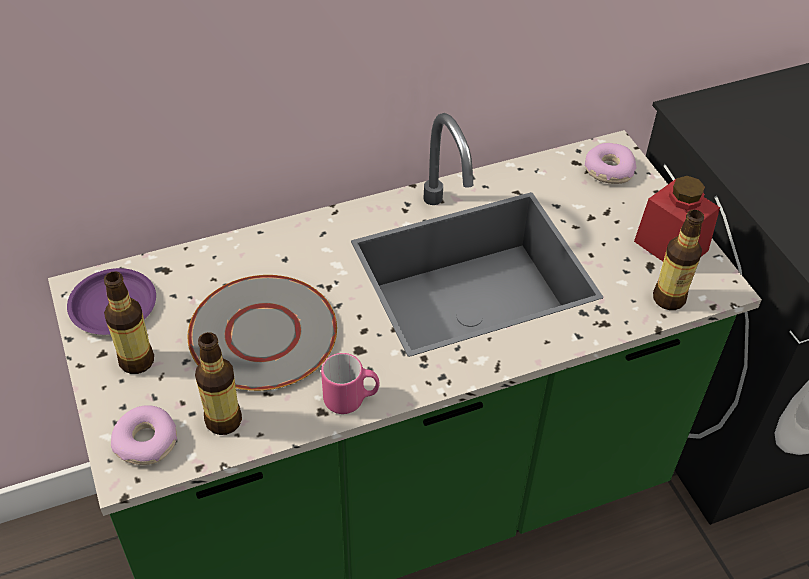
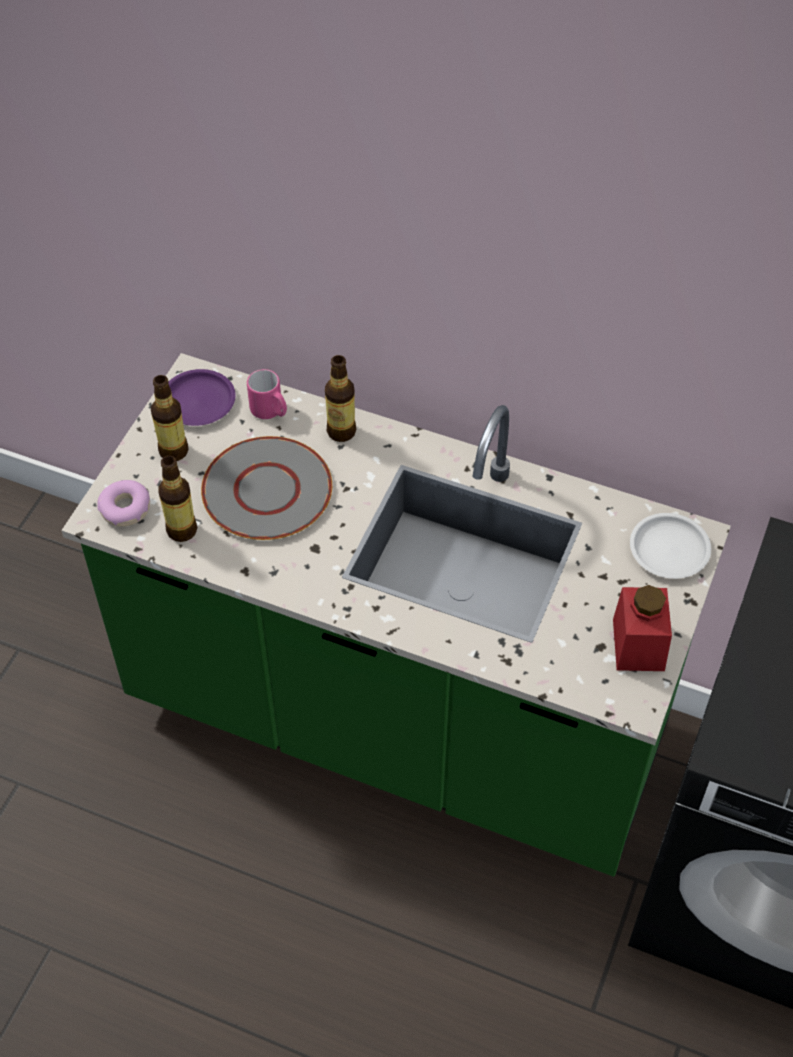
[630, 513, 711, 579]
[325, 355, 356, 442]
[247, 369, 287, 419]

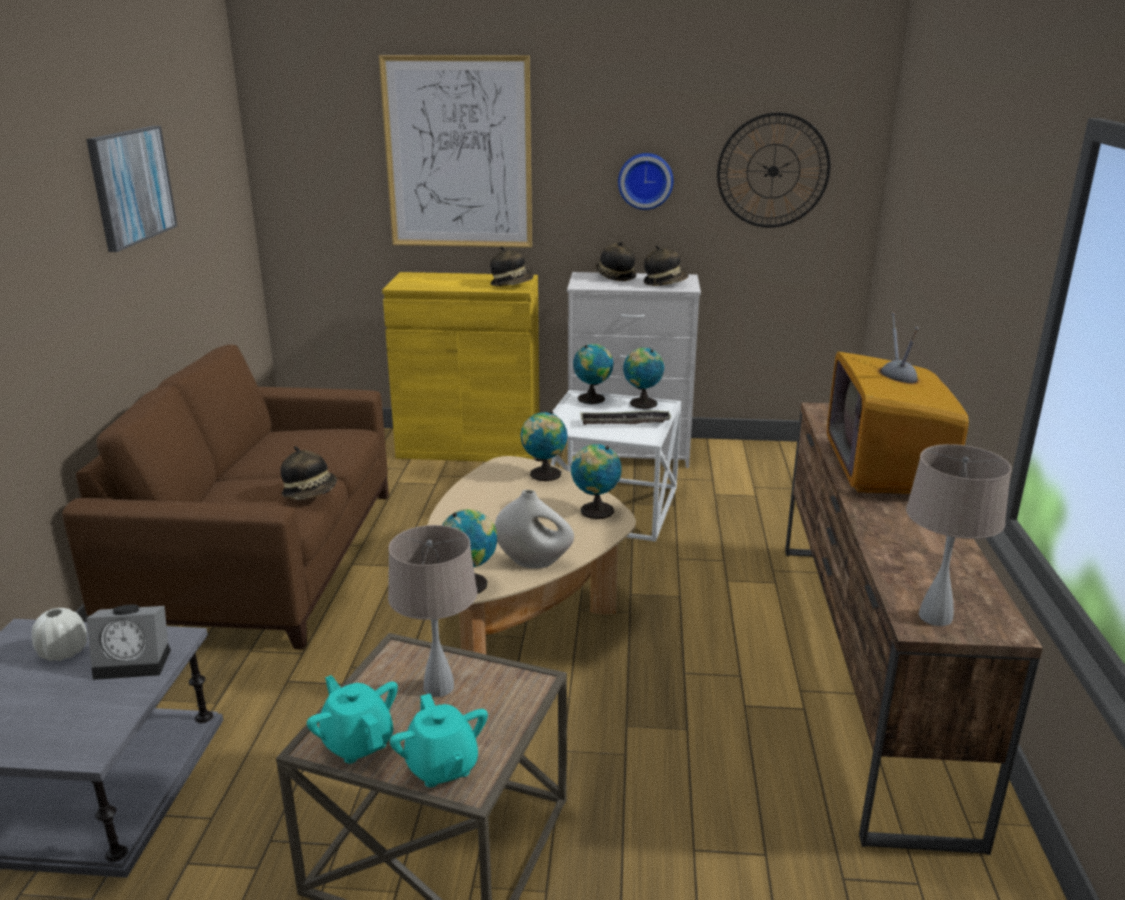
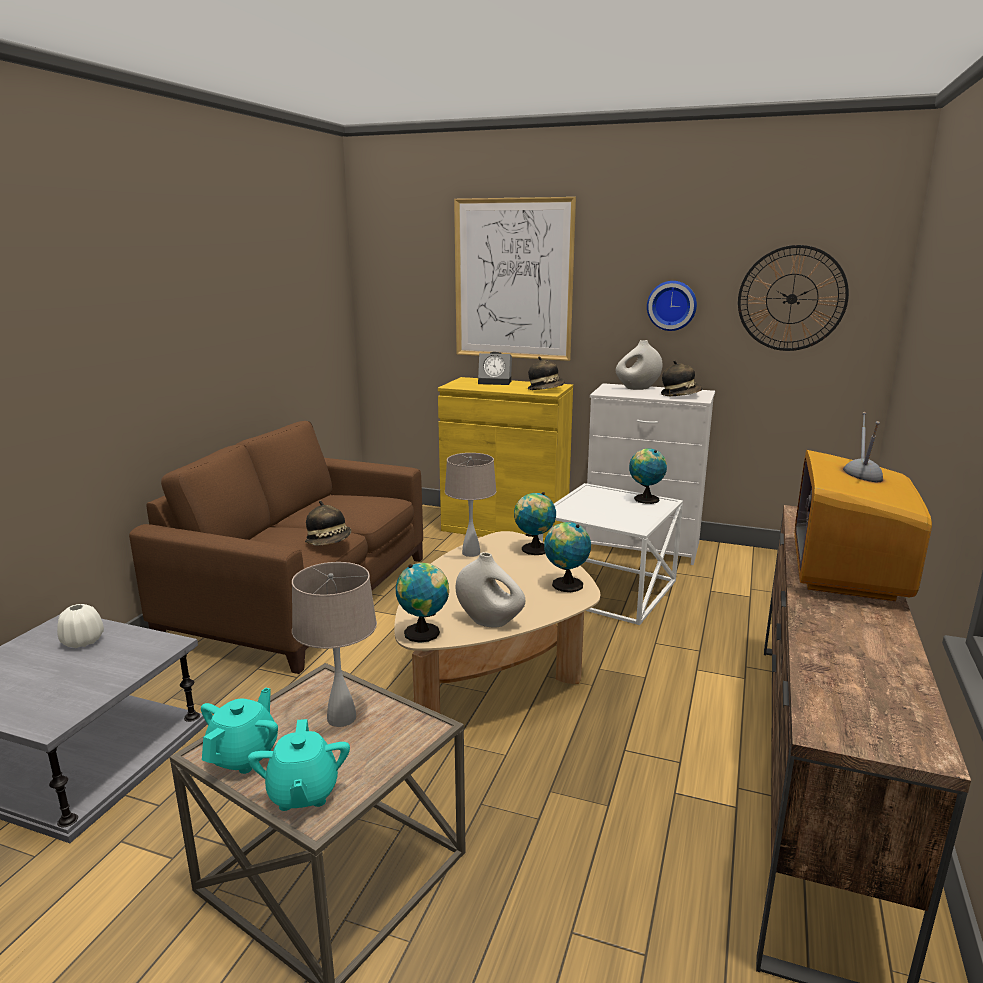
[86, 126, 177, 252] (first image)
[616, 340, 663, 390]
[573, 344, 613, 404] (first image)
[580, 410, 671, 425] (first image)
[445, 453, 497, 557]
[478, 352, 512, 385]
[201, 688, 278, 774]

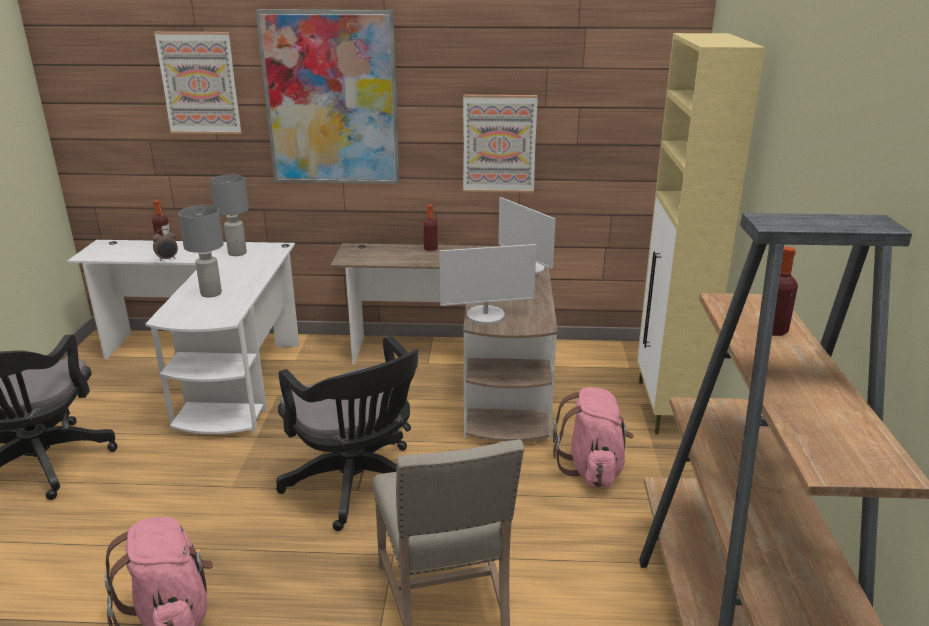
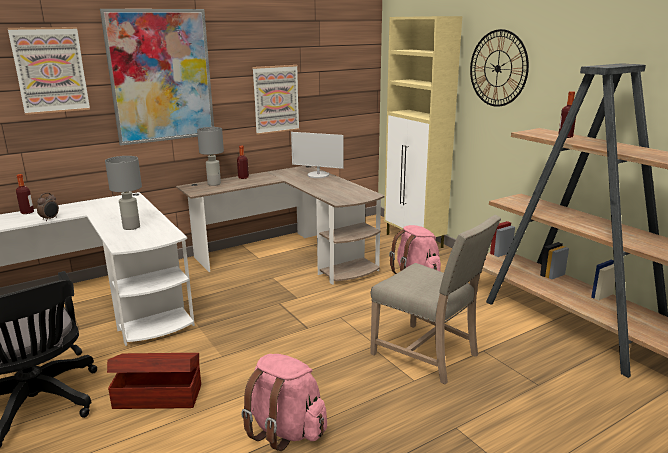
[197, 127, 224, 186]
[439, 244, 537, 324] (first image)
[276, 336, 419, 531] (first image)
[470, 29, 529, 107]
[107, 353, 201, 409]

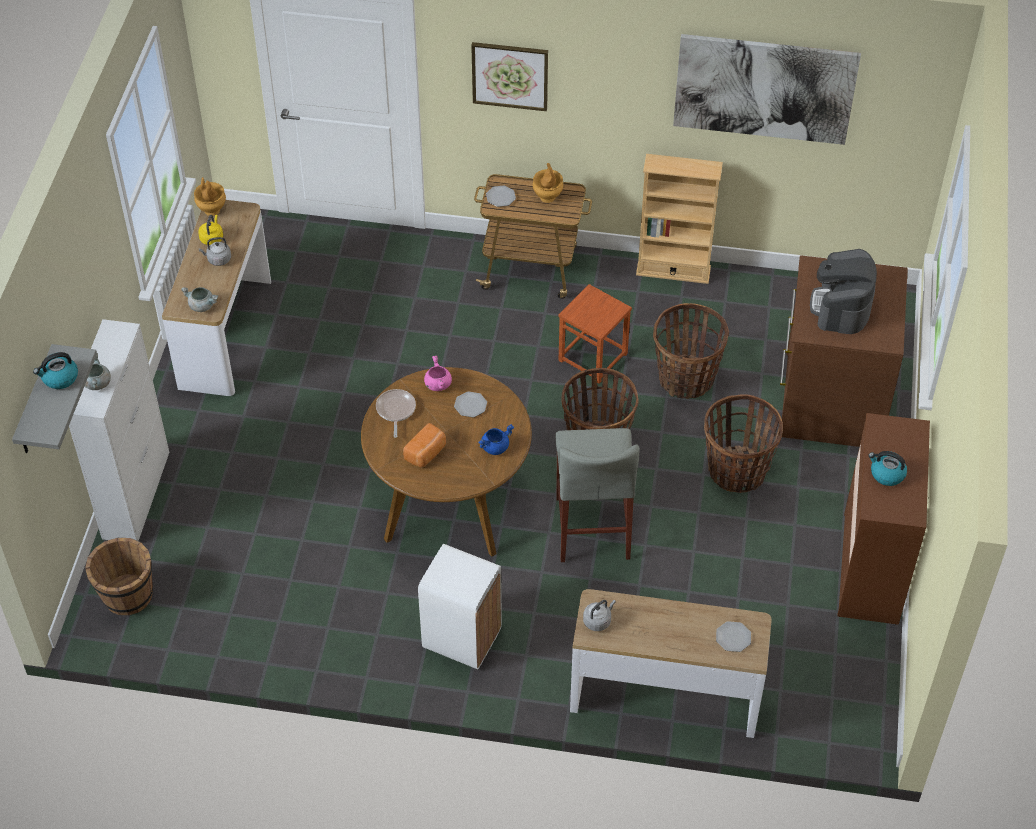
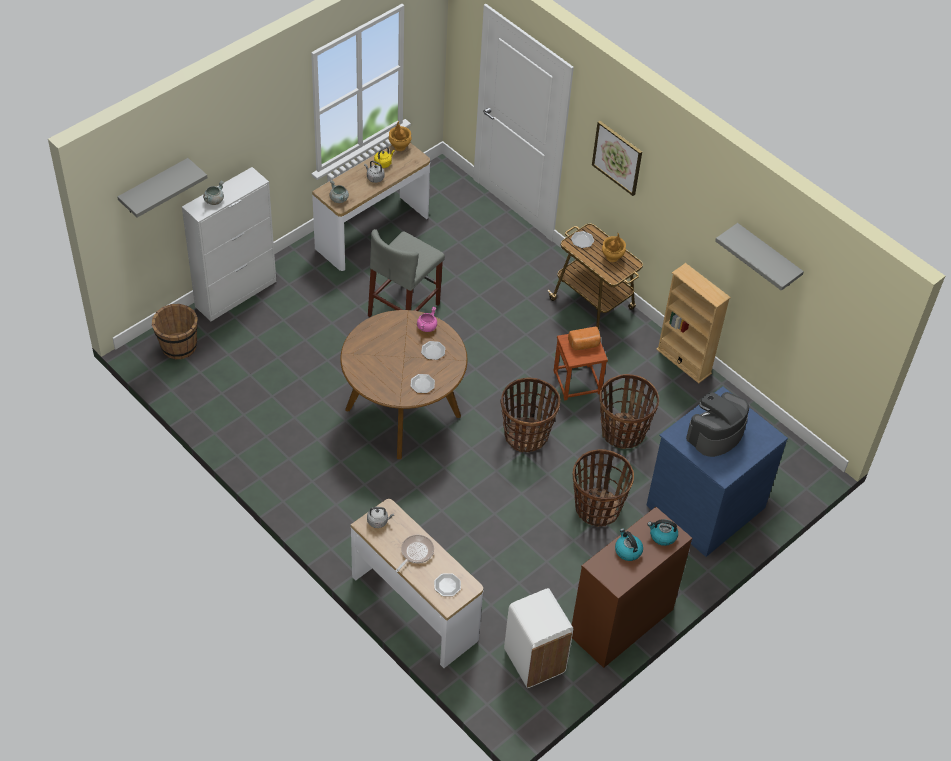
[715, 223, 804, 291]
[646, 386, 788, 557]
[647, 519, 678, 546]
[395, 535, 434, 572]
[568, 327, 601, 350]
[410, 374, 435, 393]
[368, 229, 445, 317]
[504, 588, 573, 688]

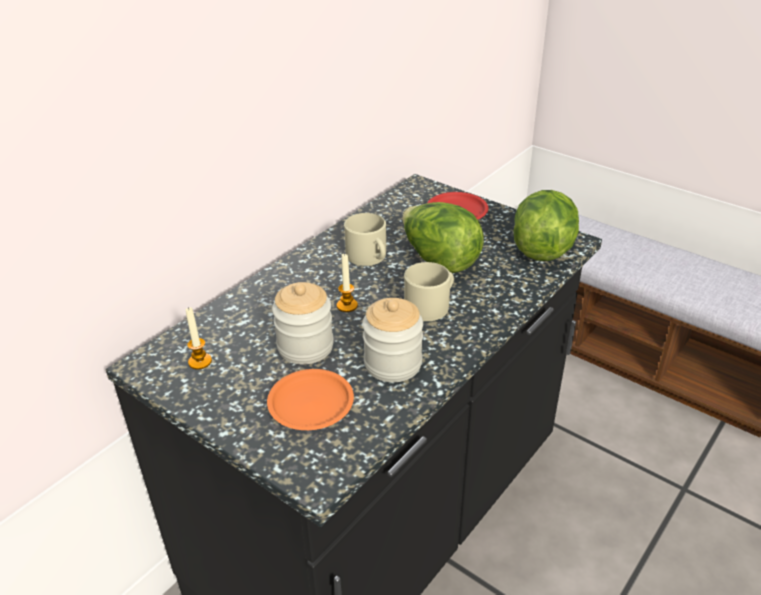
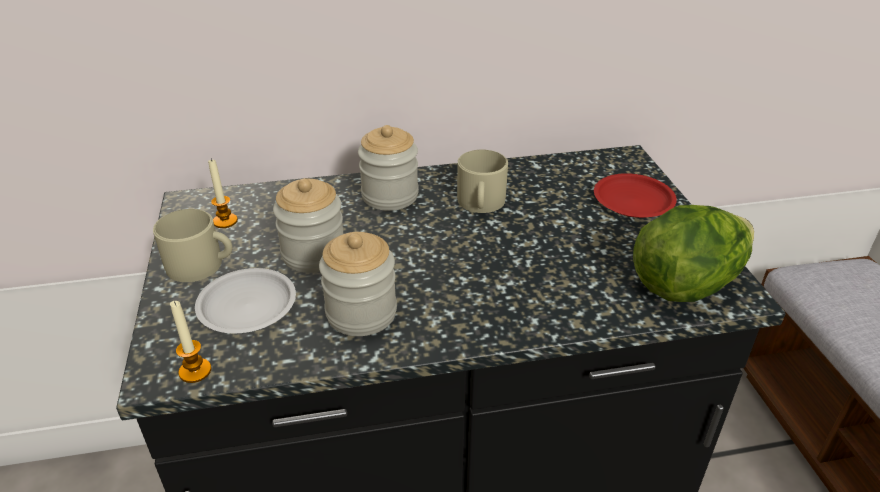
[402, 202, 484, 273] (first image)
[170, 301, 212, 383]
[153, 209, 233, 282]
[195, 268, 296, 333]
[358, 125, 419, 211]

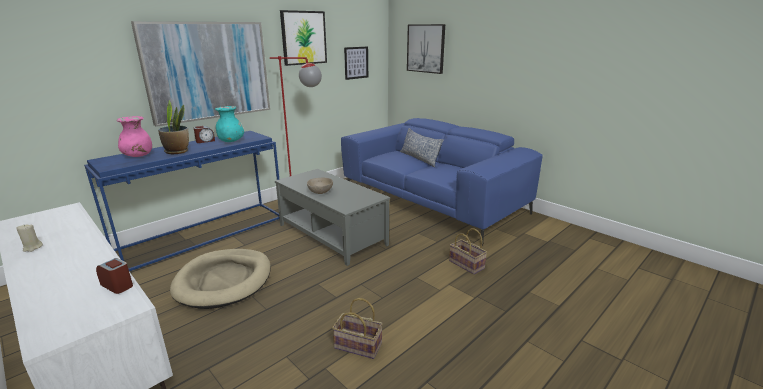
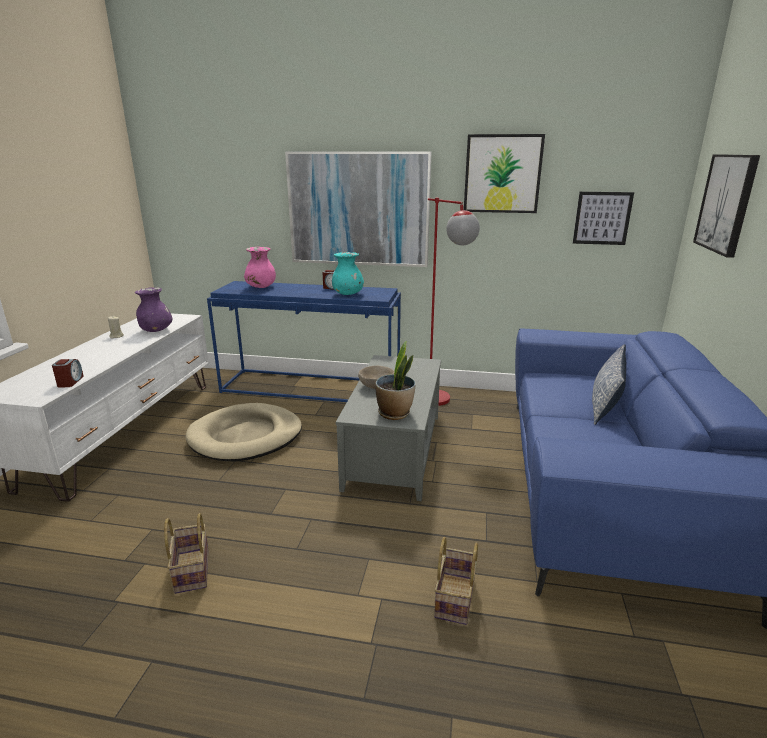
[375, 341, 416, 420]
[135, 288, 173, 332]

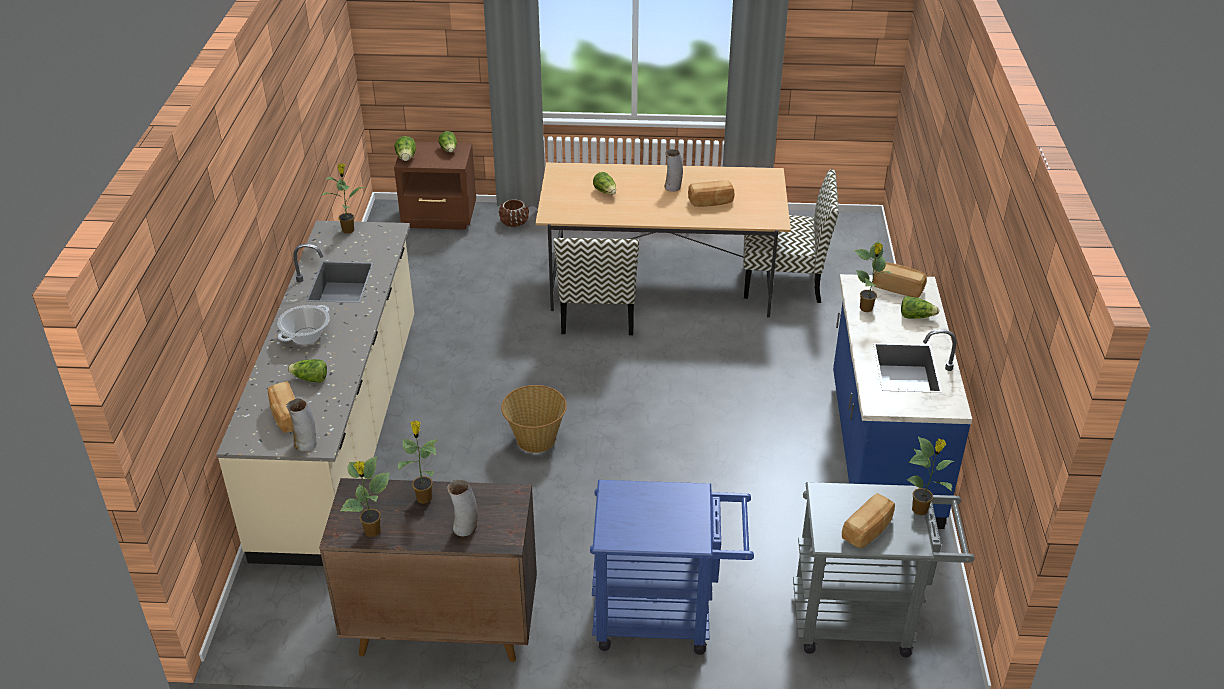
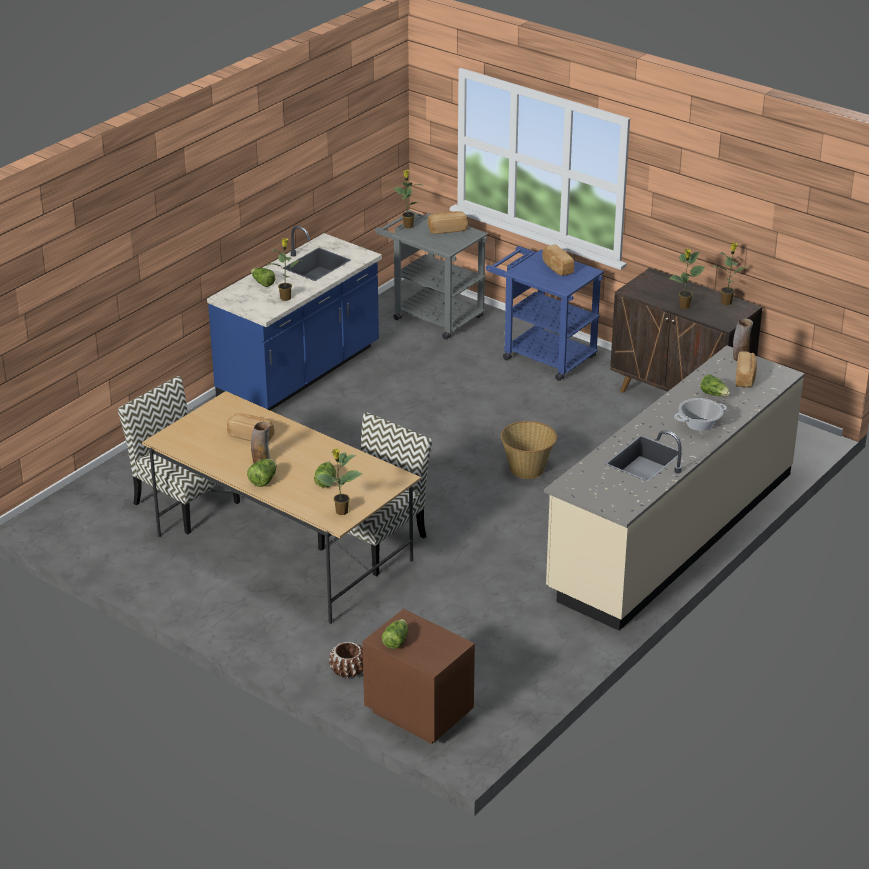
[247, 459, 277, 487]
[315, 448, 362, 515]
[542, 244, 574, 276]
[447, 480, 478, 537] (first image)

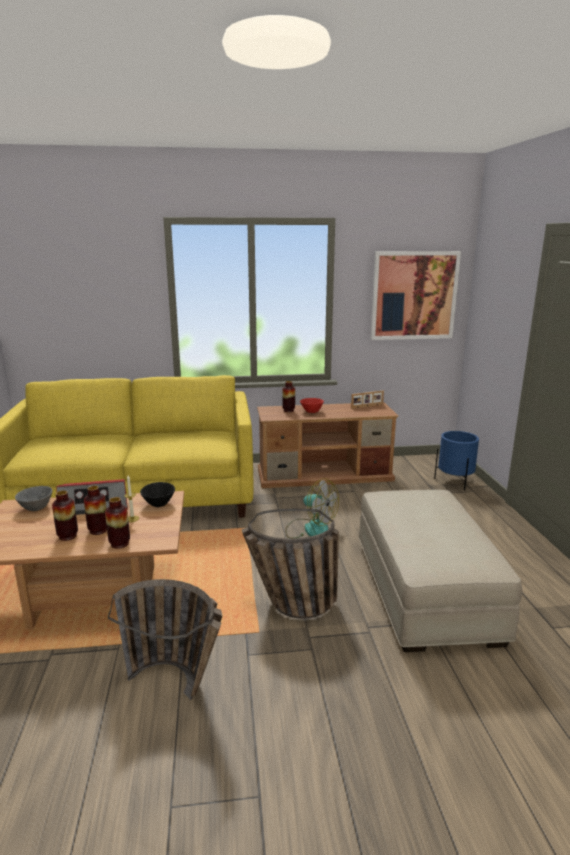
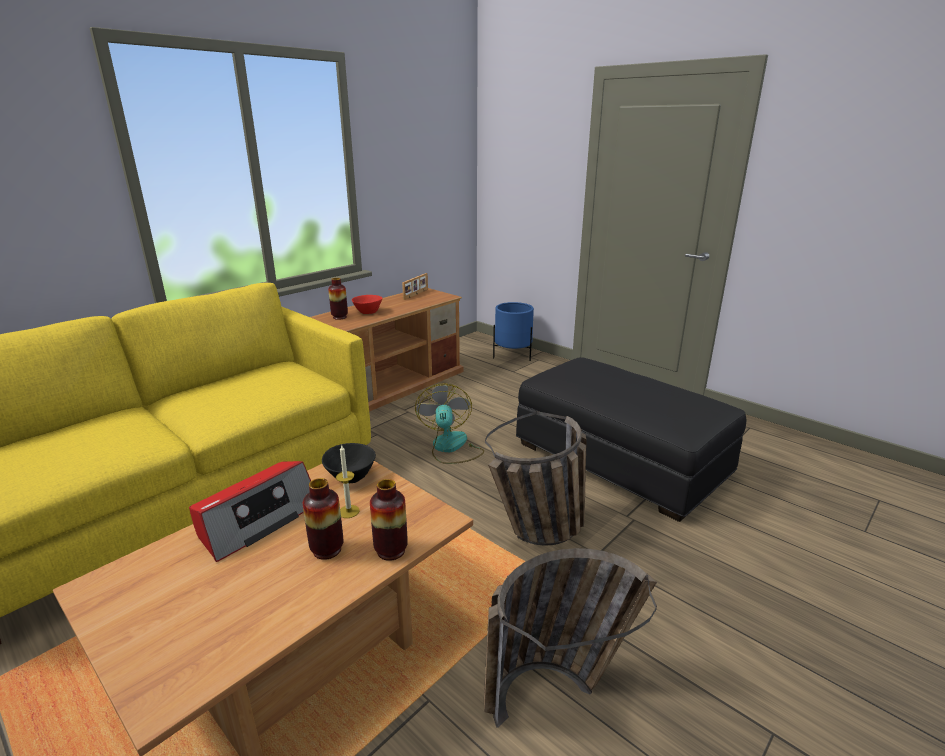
[371, 251, 461, 340] (first image)
[415, 383, 484, 464]
[15, 486, 52, 511] (first image)
[52, 490, 78, 541] (first image)
[516, 357, 747, 522]

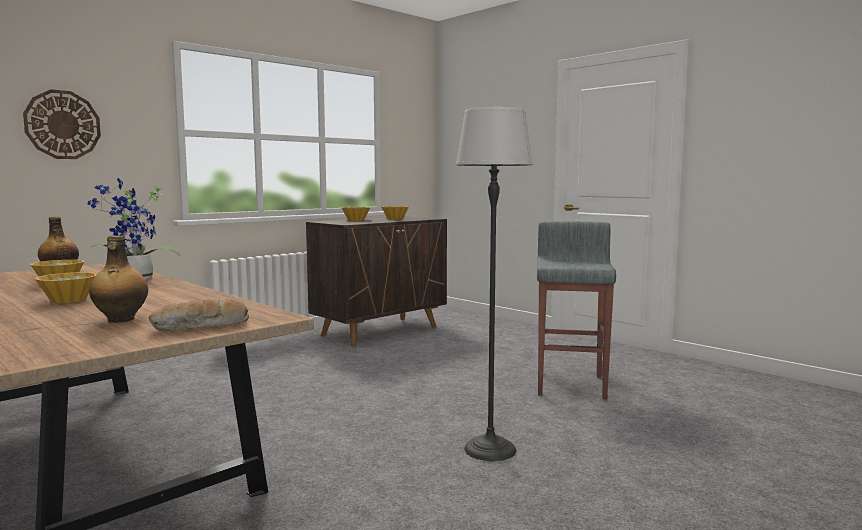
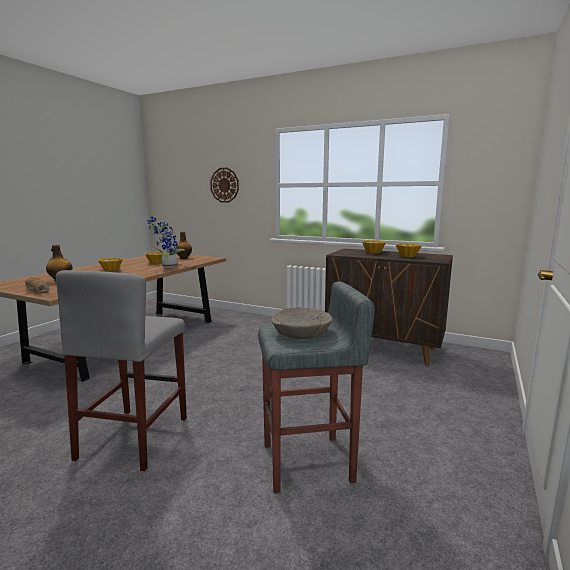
[56, 270, 187, 471]
[271, 307, 332, 339]

